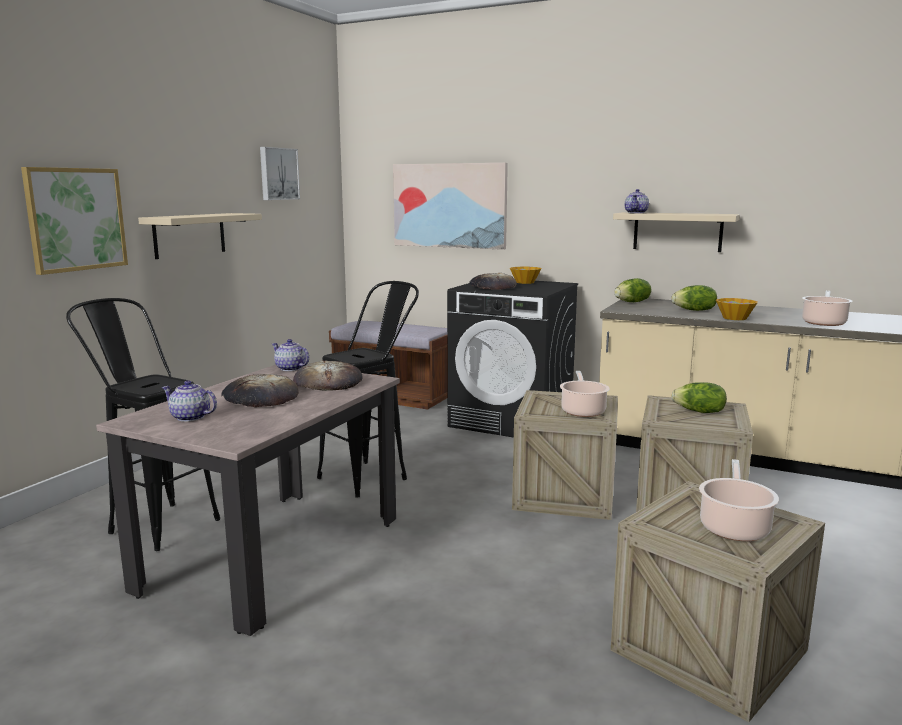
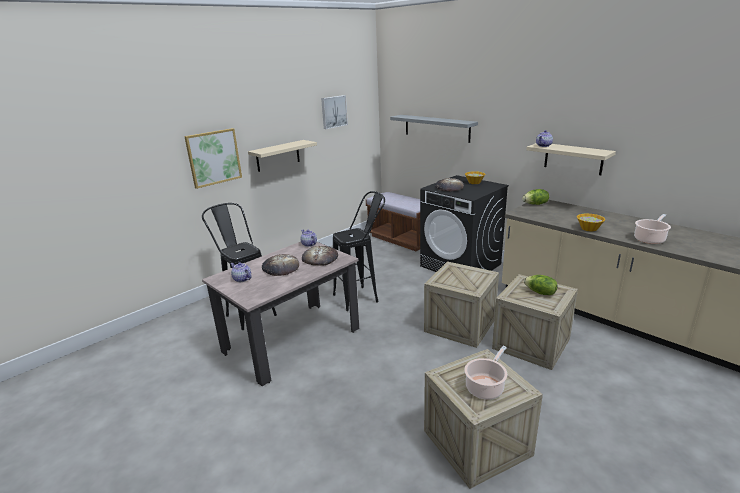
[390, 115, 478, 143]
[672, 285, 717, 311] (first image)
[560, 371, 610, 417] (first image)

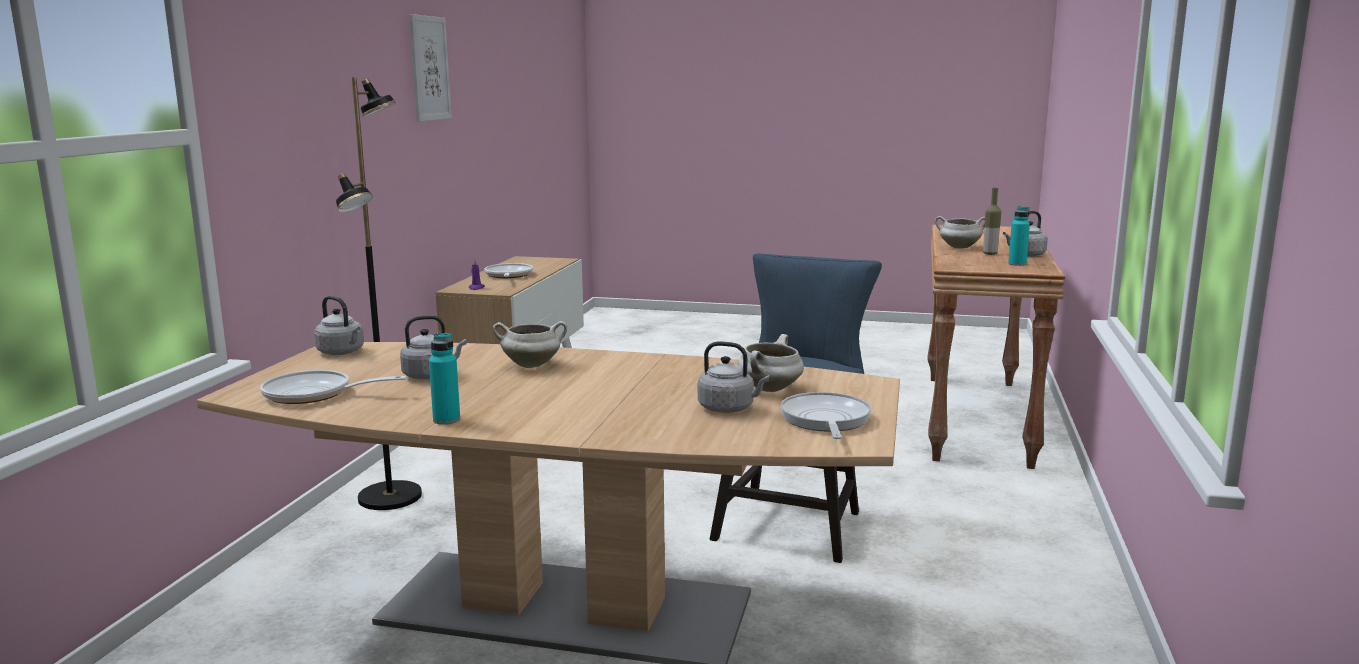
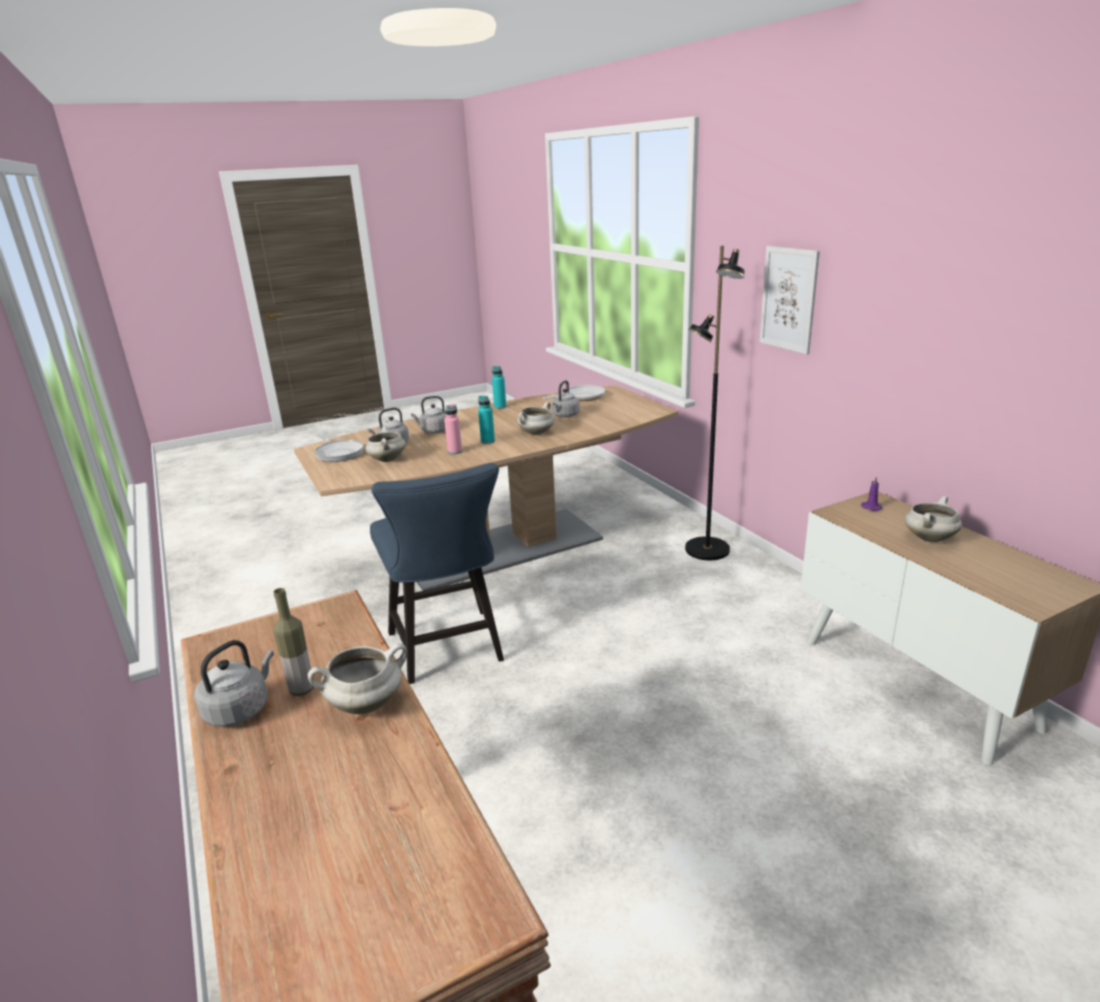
[760, 246, 820, 355]
[478, 396, 495, 444]
[905, 496, 962, 542]
[411, 396, 446, 434]
[444, 404, 462, 454]

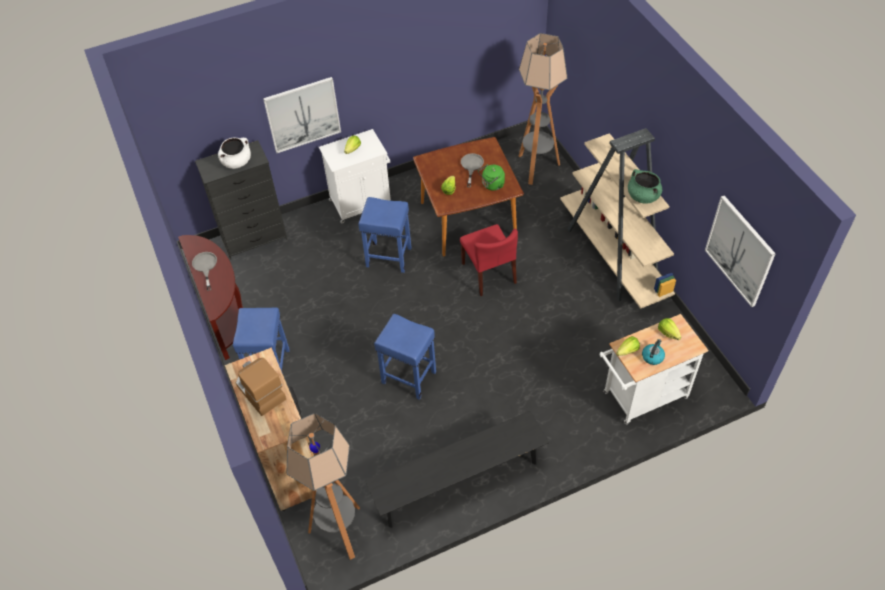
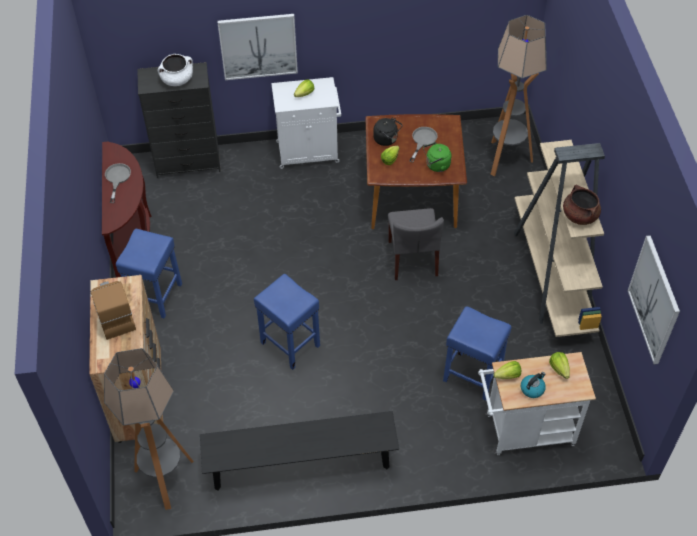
[563, 185, 601, 225]
[443, 306, 512, 401]
[388, 208, 444, 280]
[373, 118, 403, 146]

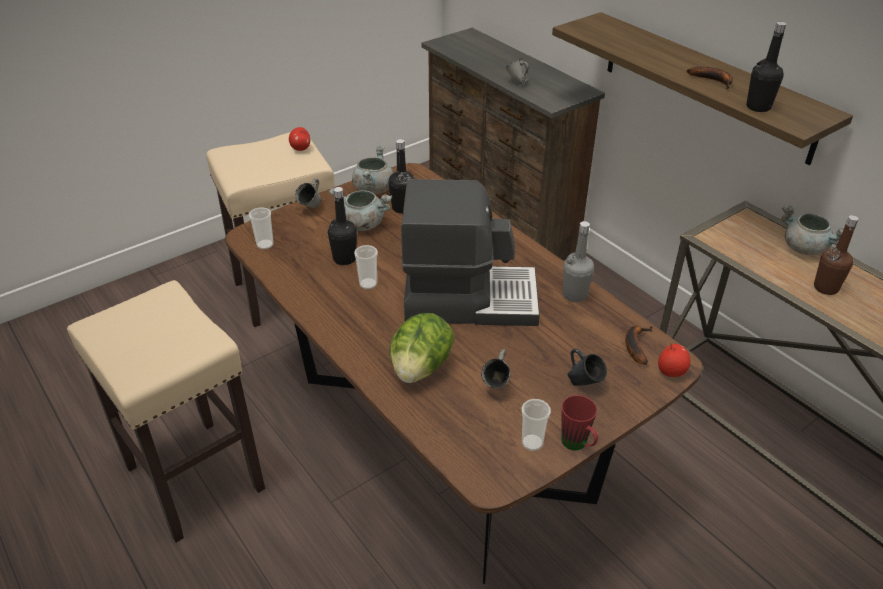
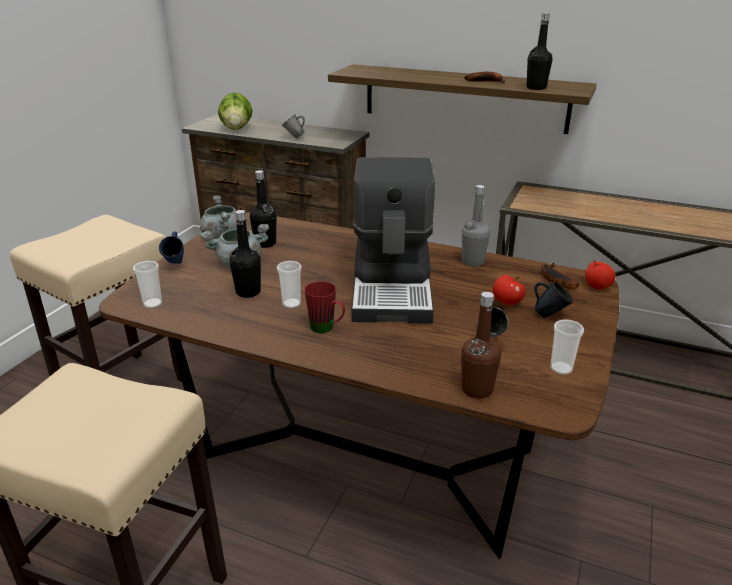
[493, 275, 526, 306]
[159, 231, 184, 264]
[352, 157, 435, 323]
[781, 205, 844, 255] (first image)
[461, 292, 501, 399]
[218, 92, 253, 130]
[305, 281, 345, 333]

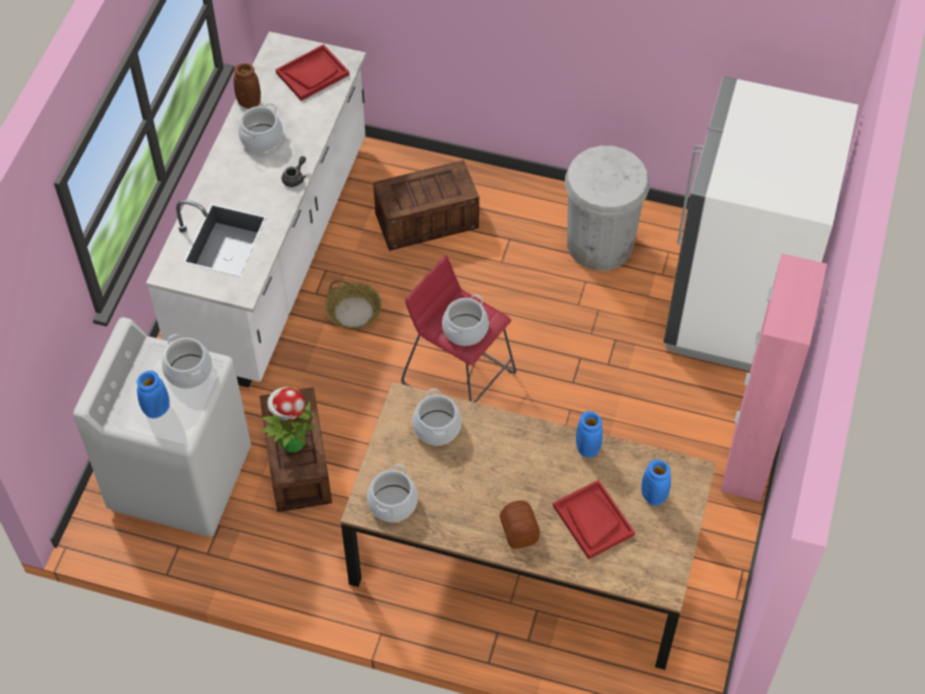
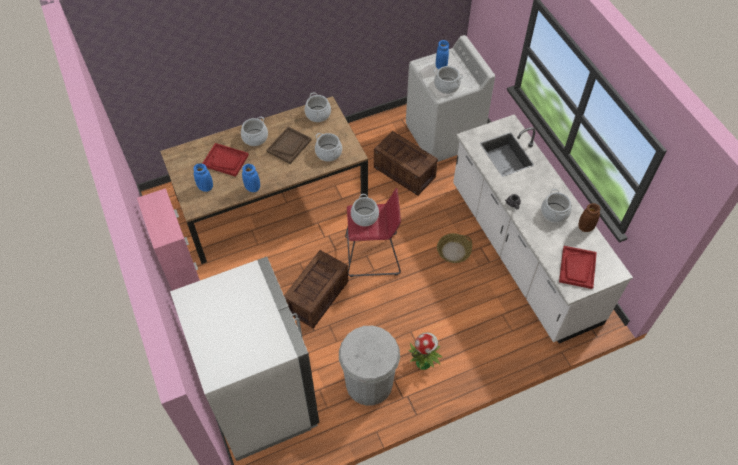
[284, 250, 348, 329]
[408, 332, 442, 370]
[241, 116, 268, 146]
[267, 127, 311, 164]

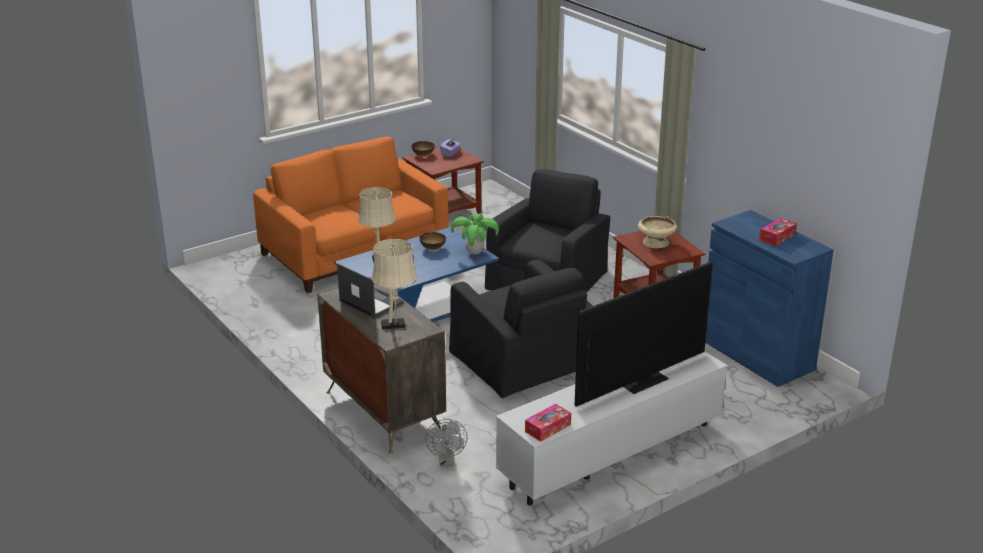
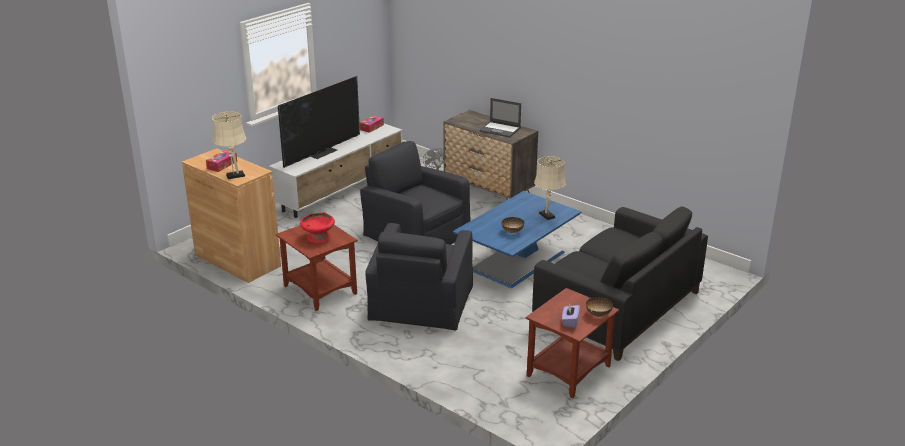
[532, 207, 708, 361]
[182, 148, 281, 283]
[451, 213, 499, 255] (first image)
[300, 212, 335, 243]
[212, 112, 246, 179]

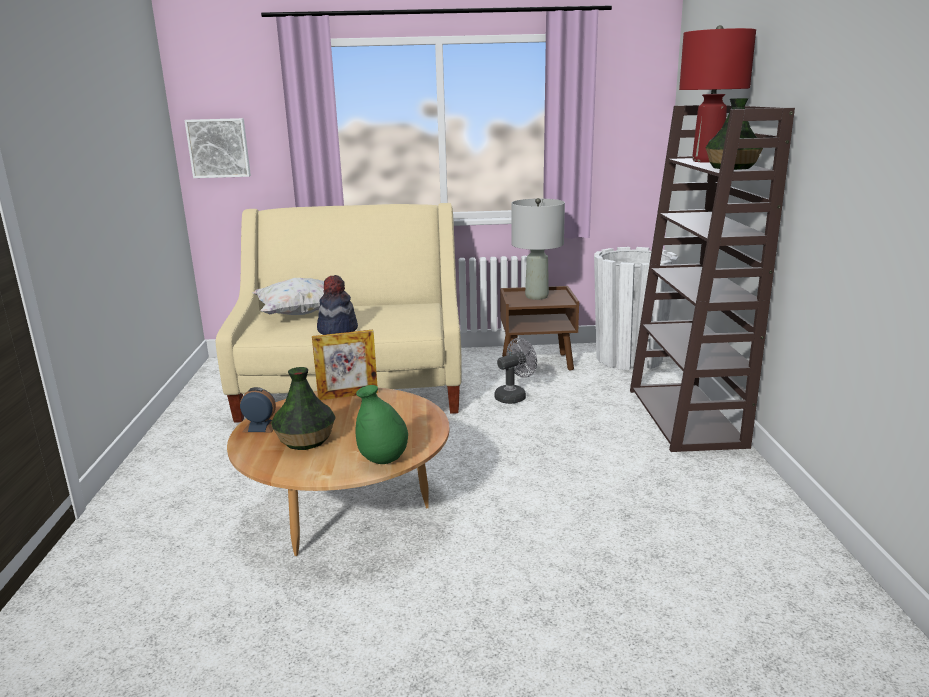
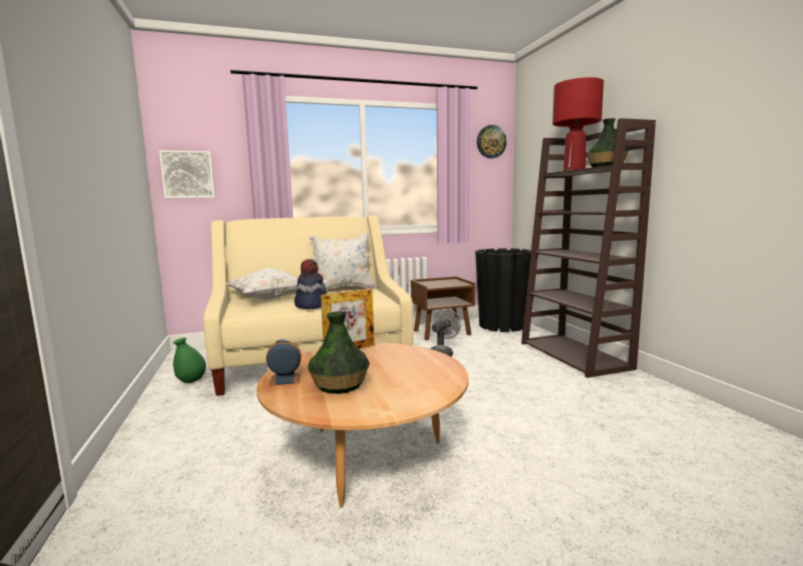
[511, 198, 565, 300] (first image)
[475, 248, 531, 332]
[173, 338, 206, 383]
[477, 125, 507, 159]
[309, 233, 376, 290]

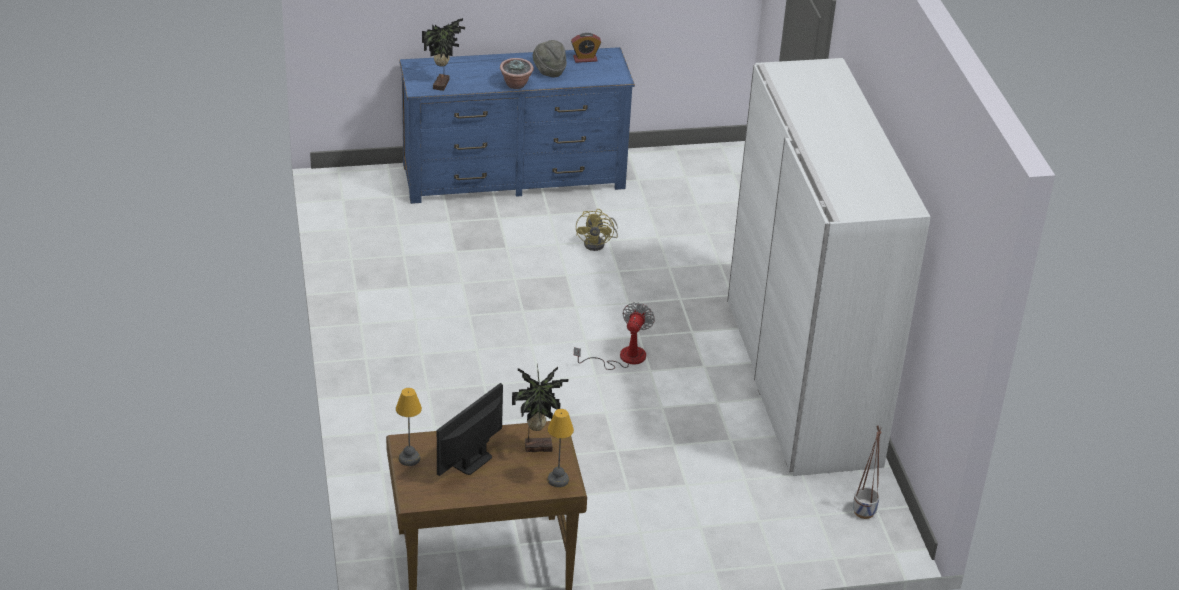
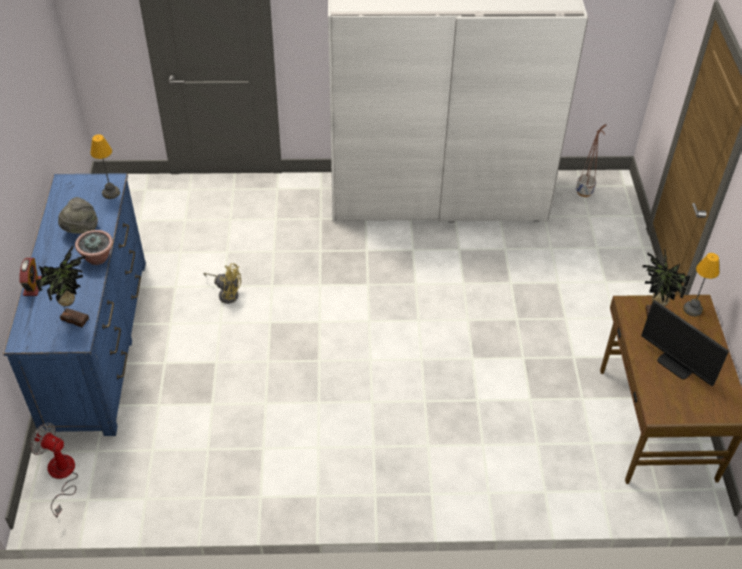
[19, 258, 42, 296]
[30, 423, 78, 518]
[91, 134, 120, 199]

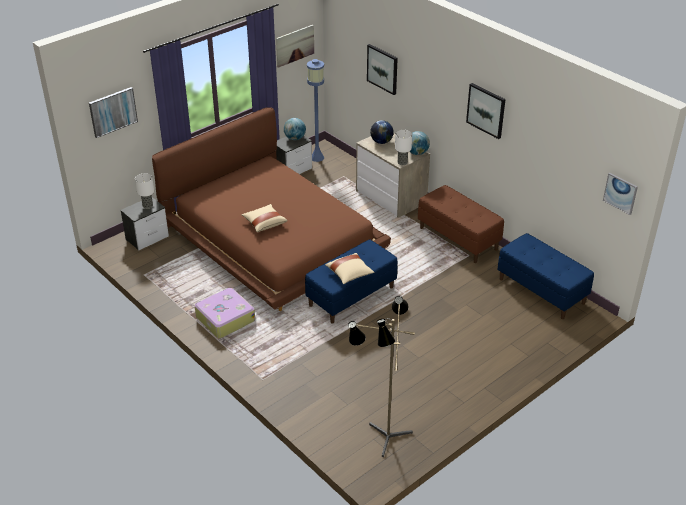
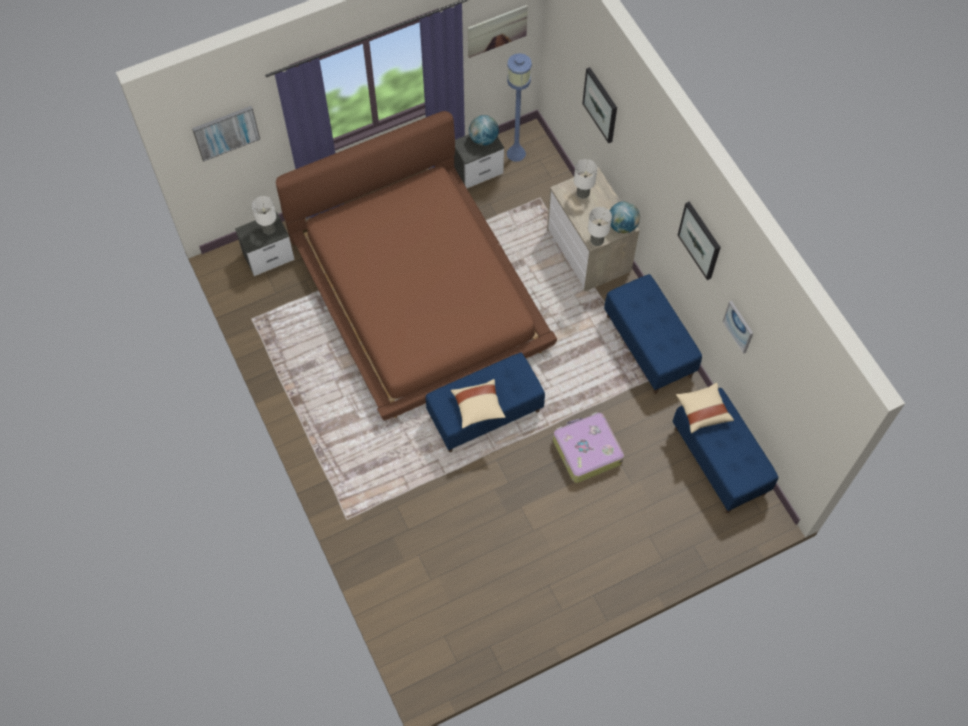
[574, 159, 597, 199]
[723, 301, 753, 354]
[604, 274, 702, 394]
[676, 383, 734, 433]
[553, 412, 624, 483]
[348, 296, 415, 457] (first image)

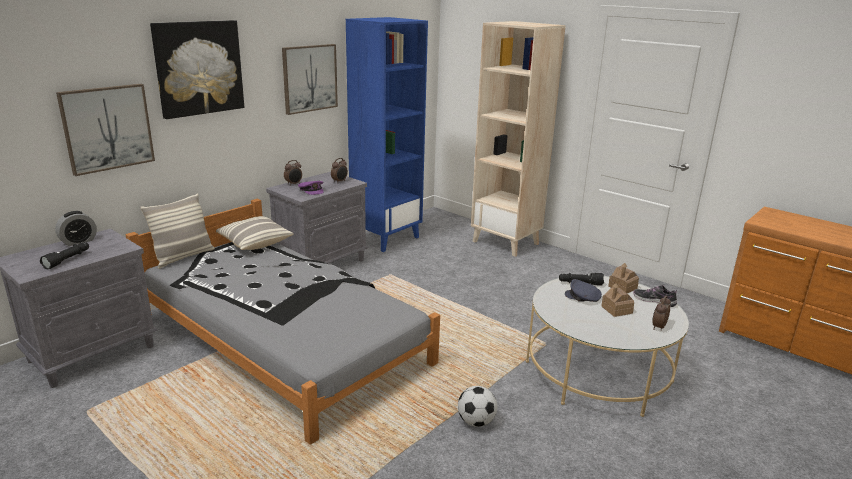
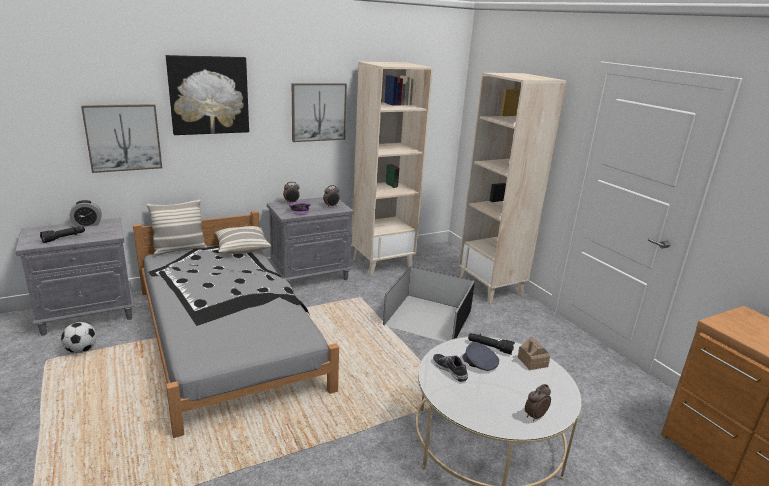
[352, 62, 433, 275]
[602, 283, 634, 317] (first image)
[433, 354, 468, 382]
[61, 322, 97, 353]
[383, 266, 475, 342]

